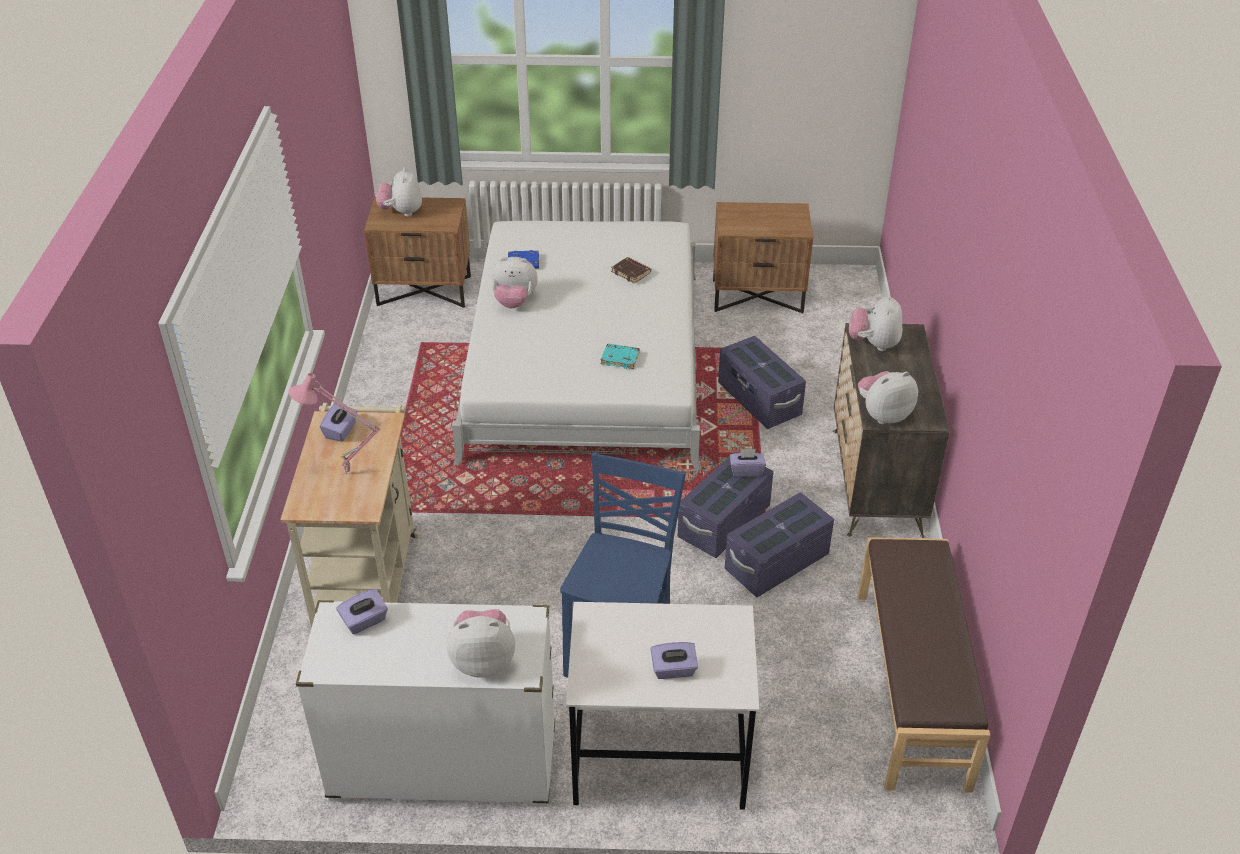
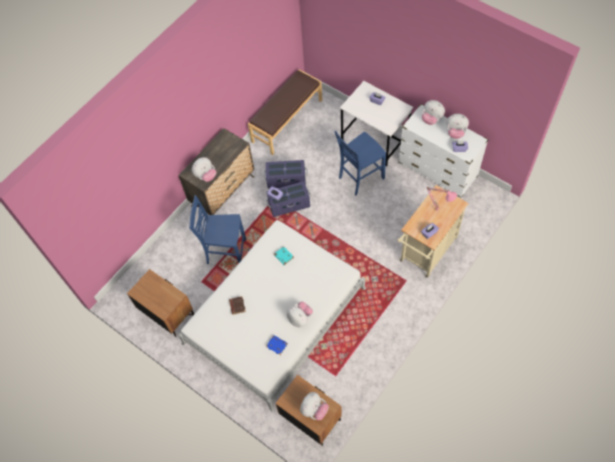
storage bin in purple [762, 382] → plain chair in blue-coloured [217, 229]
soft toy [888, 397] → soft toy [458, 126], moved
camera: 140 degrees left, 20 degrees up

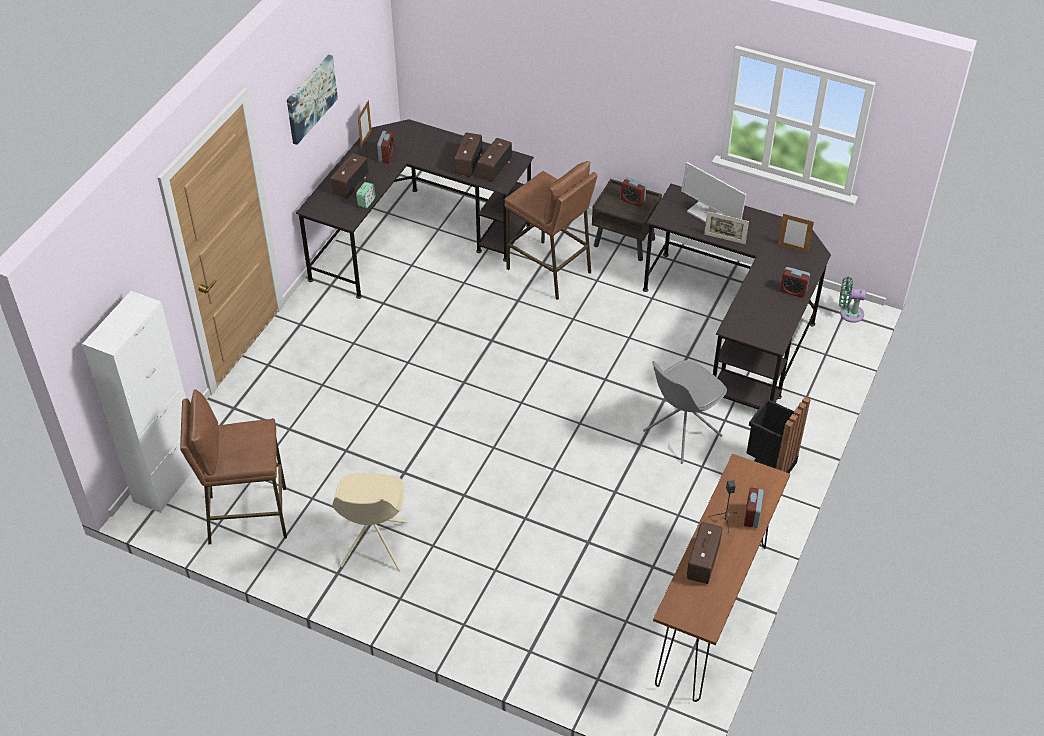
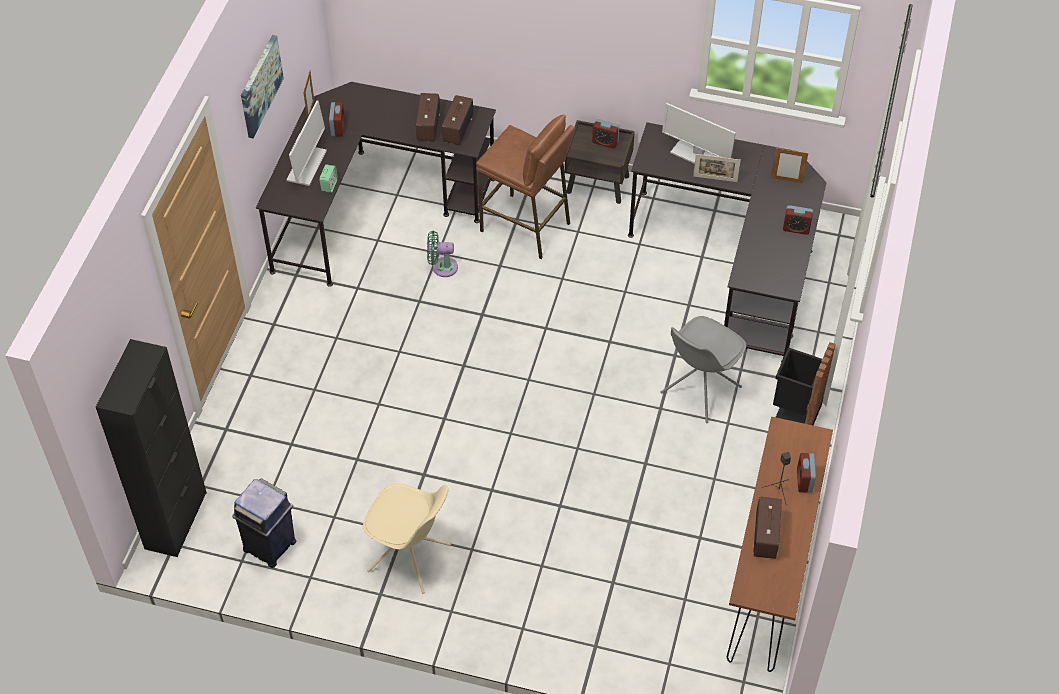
storage cabinet in whitish [137, 402] → storage cabinet in black-coloured [151, 448]
stool seat in brownish [233, 466] → waste bin in blue-coloured [264, 523]
radio receiver [350, 176] → computer screen [307, 143]
plain chair in beige-coloured [370, 522] → plain chair in beige-coloured [407, 538], 60 degrees counterclockwise
electric fan in green-coloured [853, 300] → electric fan in green-coloured [442, 254], moved
camera: 10 degrees left, 5 degrees up

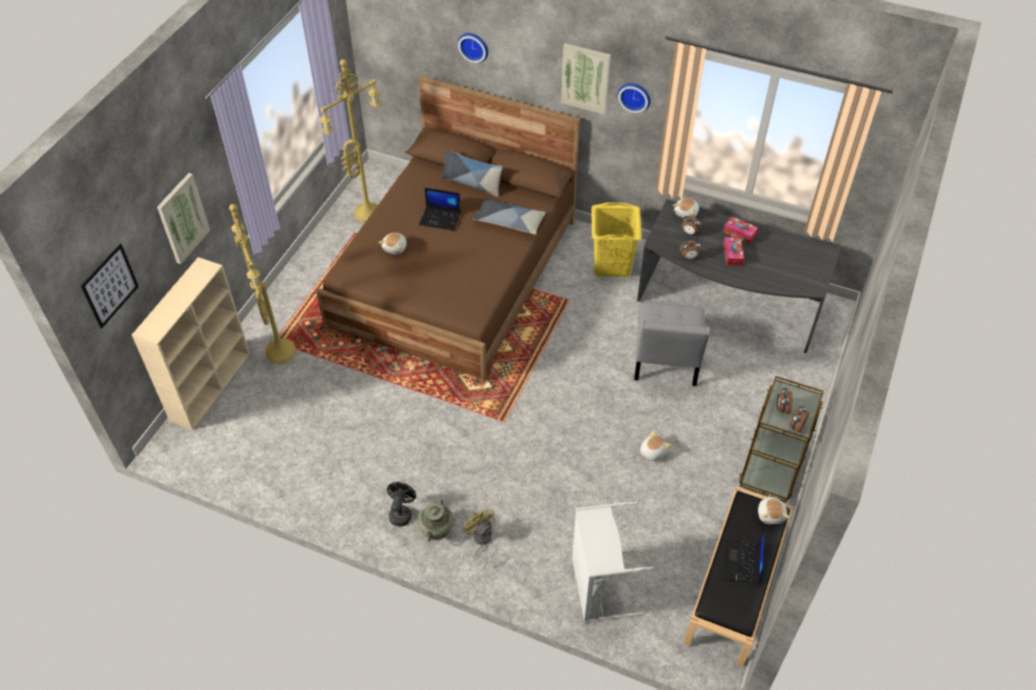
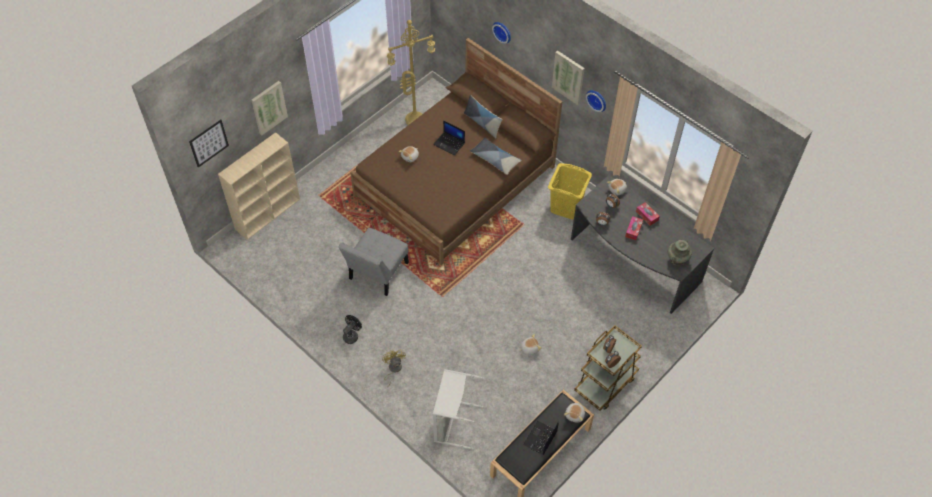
standing lamp in yellow-coloured [262, 284] → -
vase in turquoise-coloured [435, 521] → vase in turquoise-coloured [680, 253], moved
plain chair in gray [672, 344] → plain chair in gray [373, 262], moved
camera: 20 degrees right, 5 degrees up

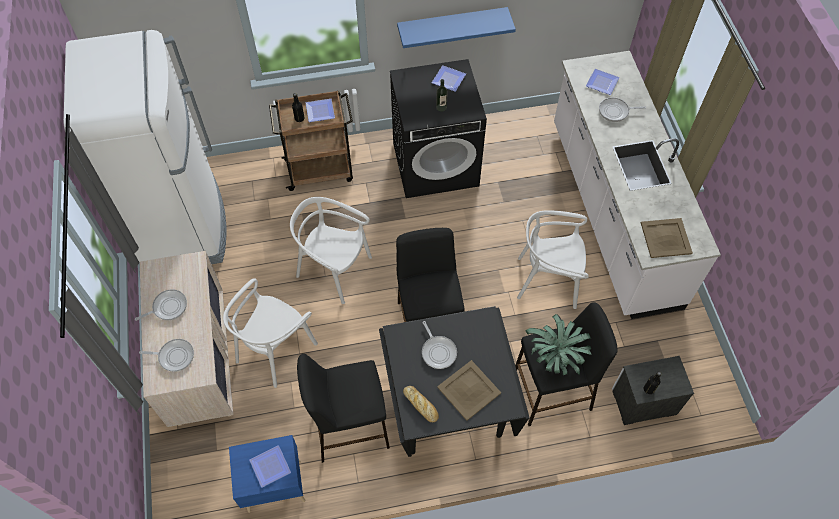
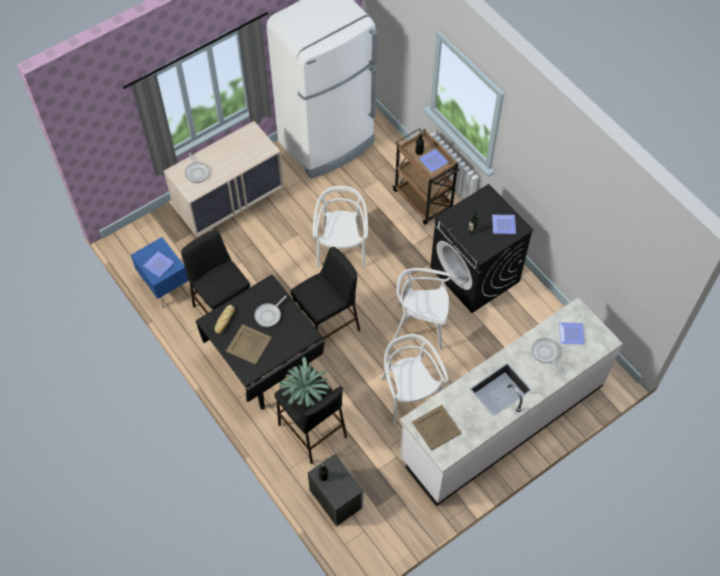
frying pan [161, 305] → -
plain chair in whitish [270, 333] → plain chair in whitish [422, 309], moved
shelf in blue-coloured [456, 27] → -
camera: 65 degrees right, 0 degrees up

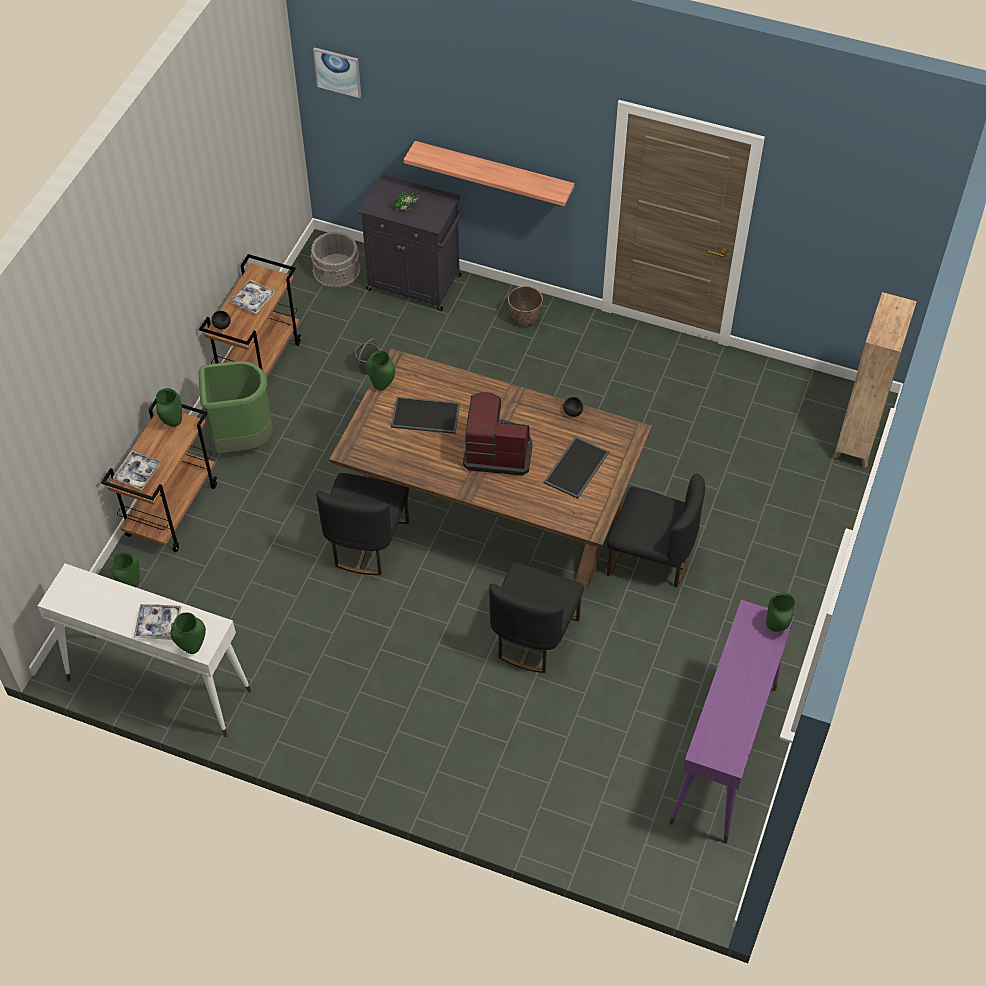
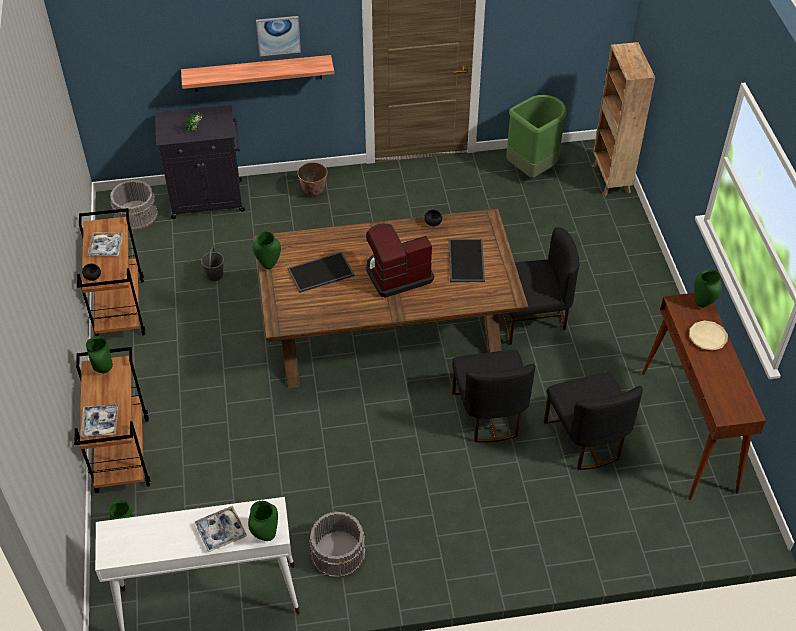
waste bin in green-coloured [235, 407] → waste bin in green-coloured [536, 136], moved
wall picture [337, 72] → wall picture [278, 36], moved
plain chair in black-coloured [362, 524] → plain chair in black-coloured [593, 421], moved
narrow table in purple [731, 722] → narrow table in brownish [704, 396]
- → water bucket in gray [337, 545]
- → flat dish in beige-coloured [708, 335]
camera: 30 degrees left, 5 degrees down

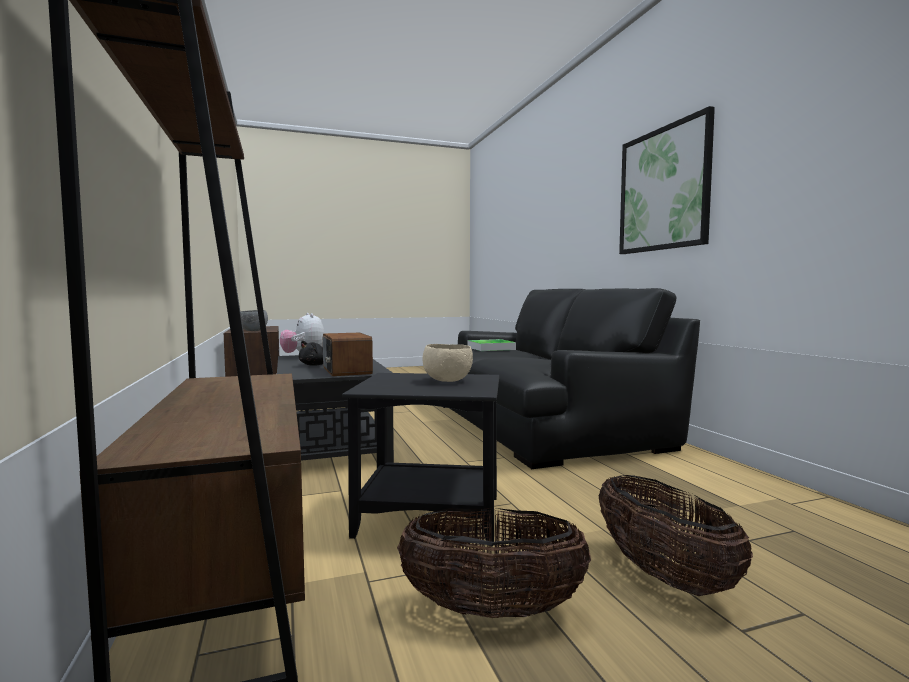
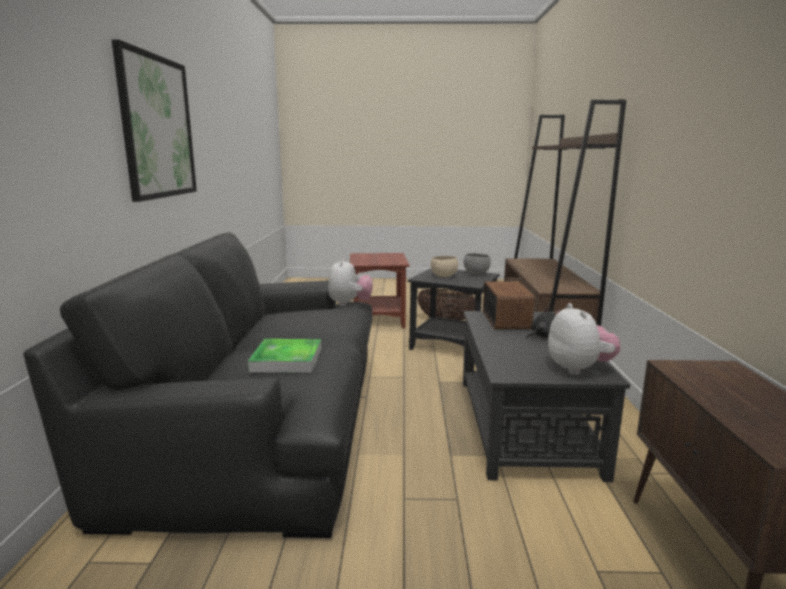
bowl in gray [254, 320] → bowl in gray [477, 263], moved
storage basket [675, 535] → side table in brownish [380, 290]
- → soft toy [350, 282]
camera: 160 degrees left, 10 degrees up

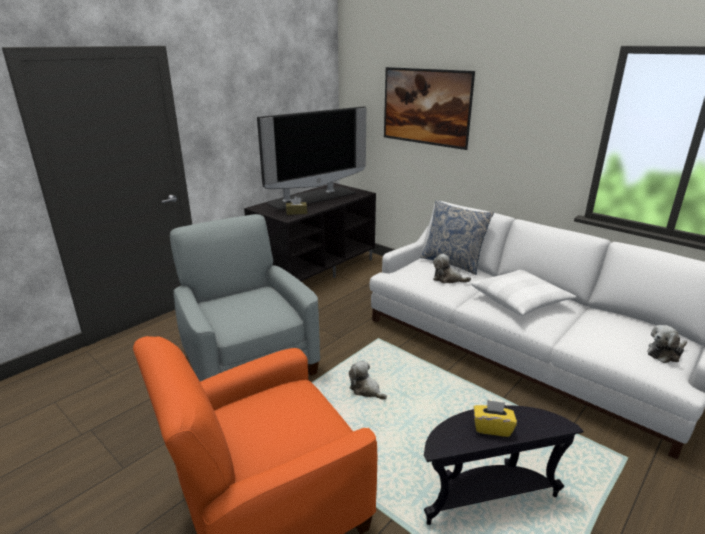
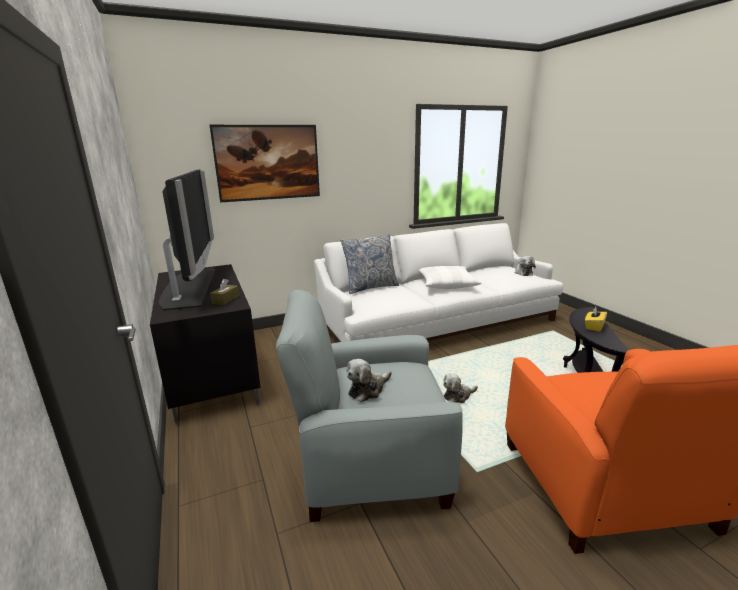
soft toy [452, 268] → soft toy [369, 380], moved
camera: 65 degrees left, 5 degrees down

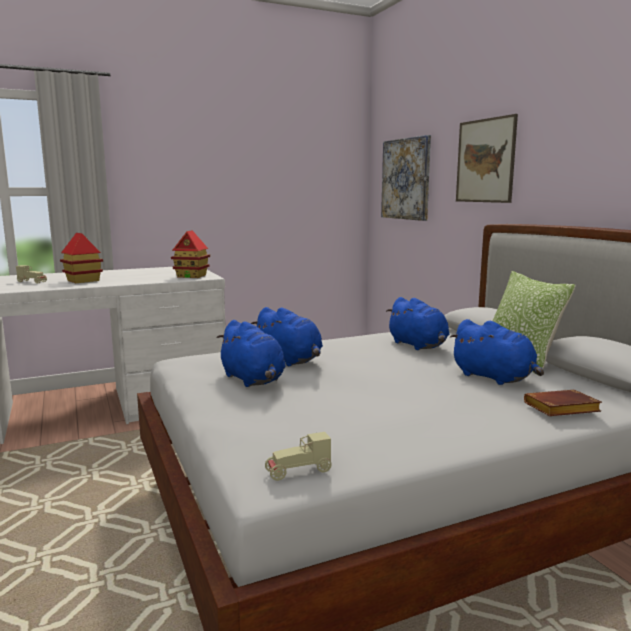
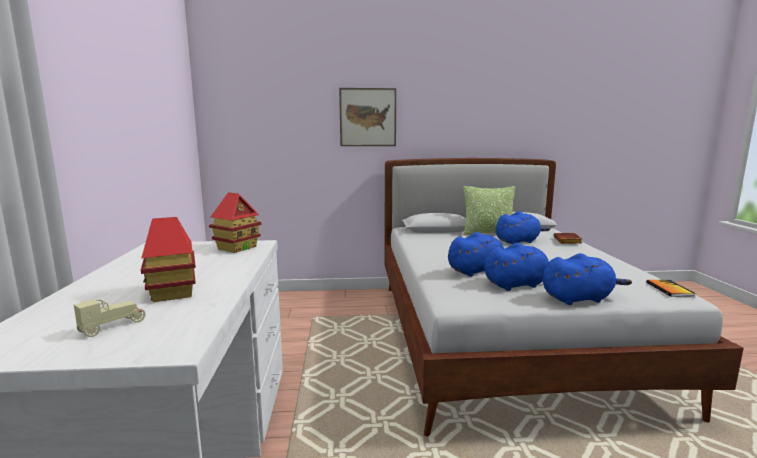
toy car in beige-coloured [298, 456] → bound book [671, 288]
wall picture [406, 178] → -
soft toy in blue-coloured [417, 323] → soft toy in blue-coloured [587, 279], moved
camera: 70 degrees left, 0 degrees up

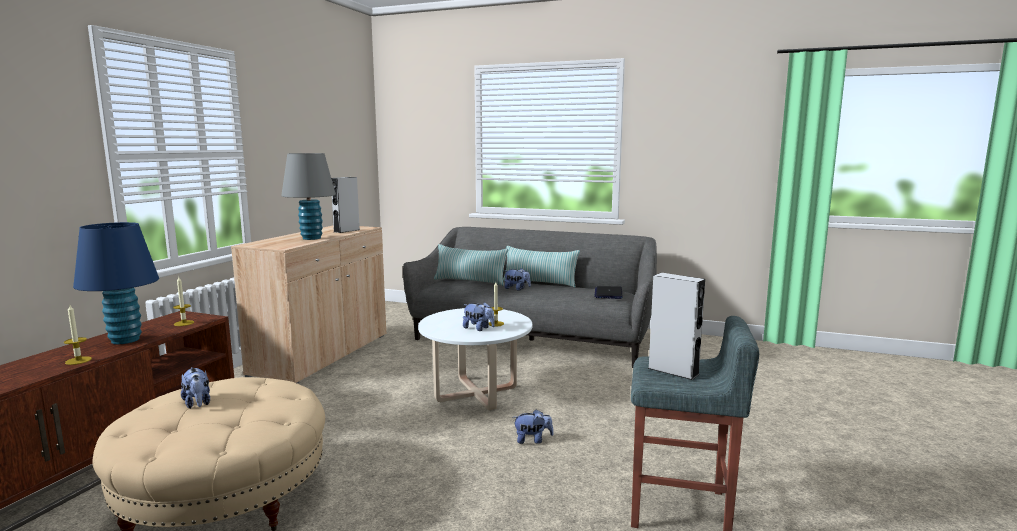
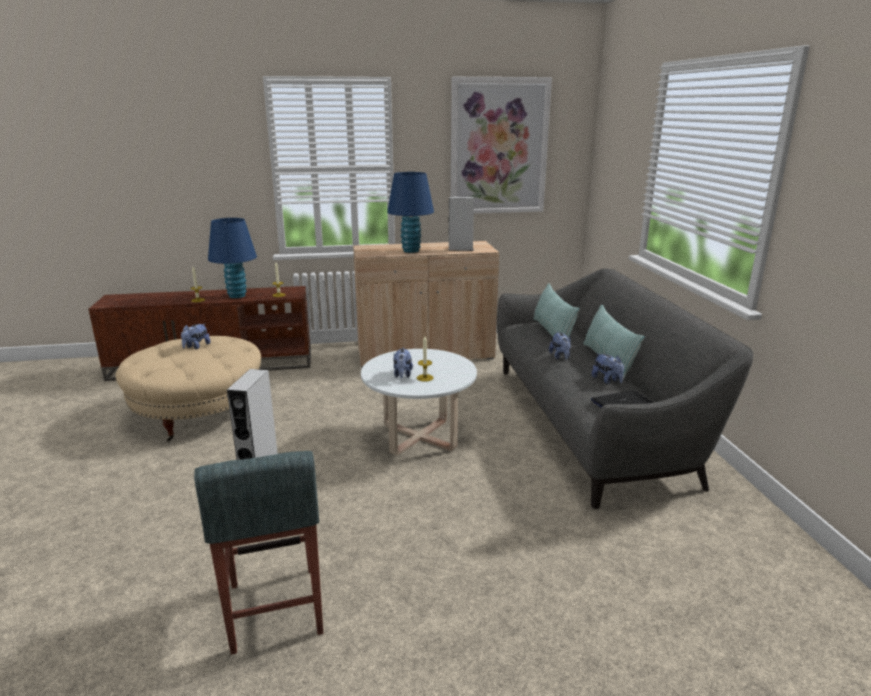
lamp for a table in gray [308, 196] → lamp for a table in blue-coloured [410, 212]
soft toy [533, 426] → soft toy [608, 368], moved
- → wall picture [501, 145]
camera: 60 degrees right, 10 degrees up

